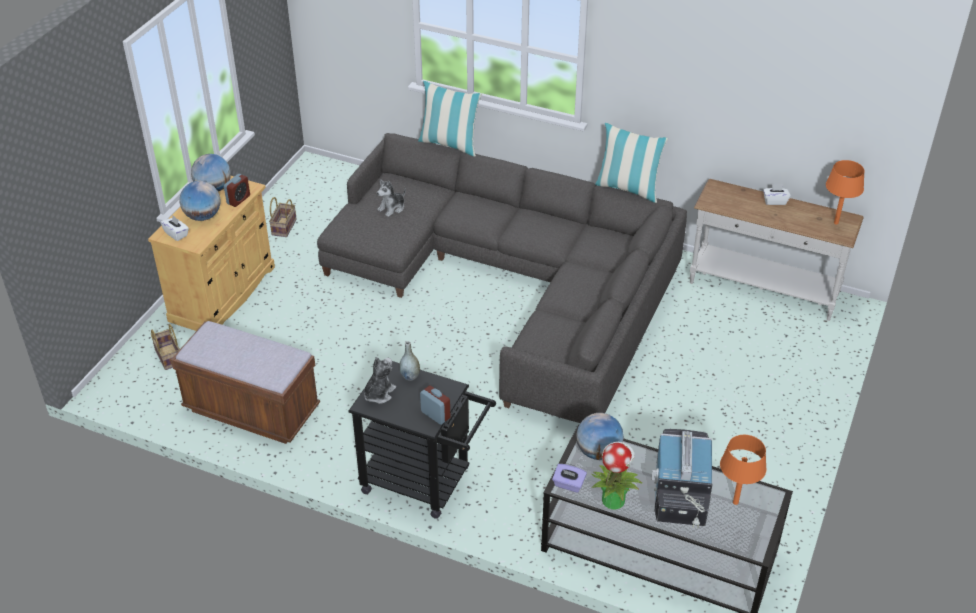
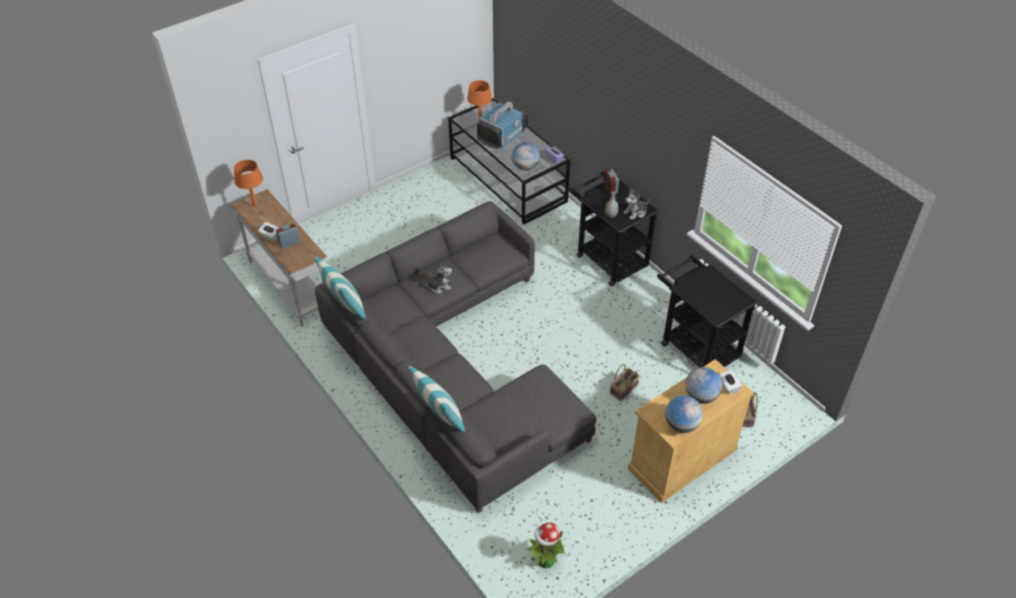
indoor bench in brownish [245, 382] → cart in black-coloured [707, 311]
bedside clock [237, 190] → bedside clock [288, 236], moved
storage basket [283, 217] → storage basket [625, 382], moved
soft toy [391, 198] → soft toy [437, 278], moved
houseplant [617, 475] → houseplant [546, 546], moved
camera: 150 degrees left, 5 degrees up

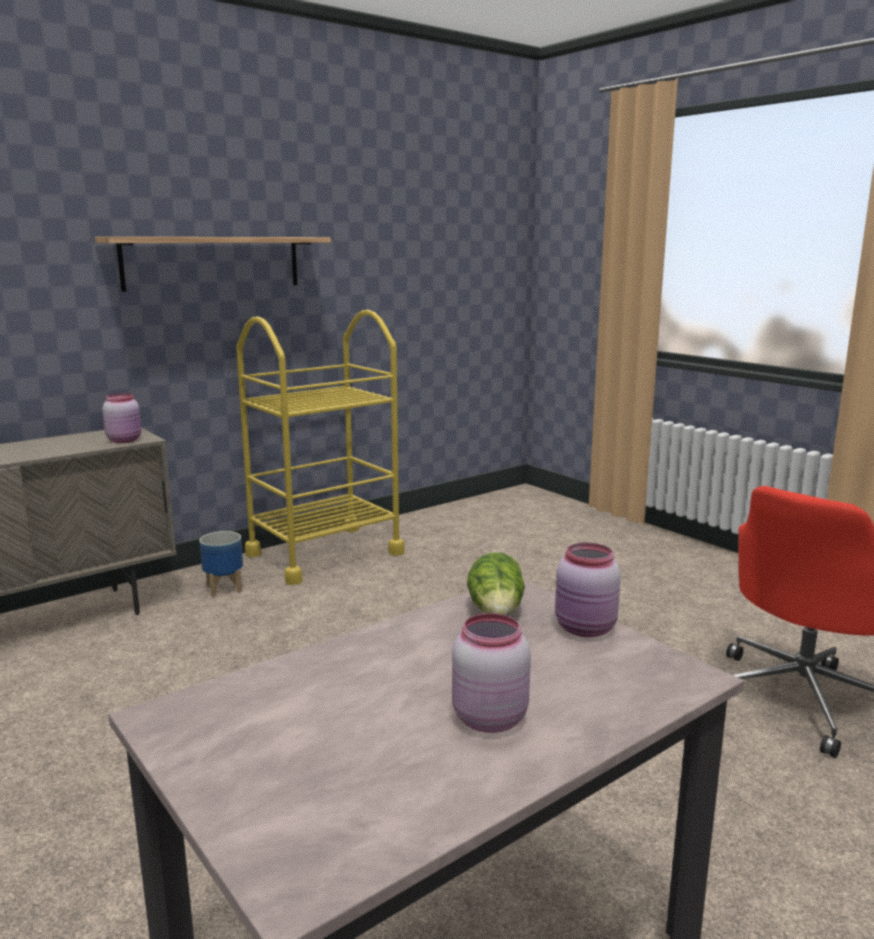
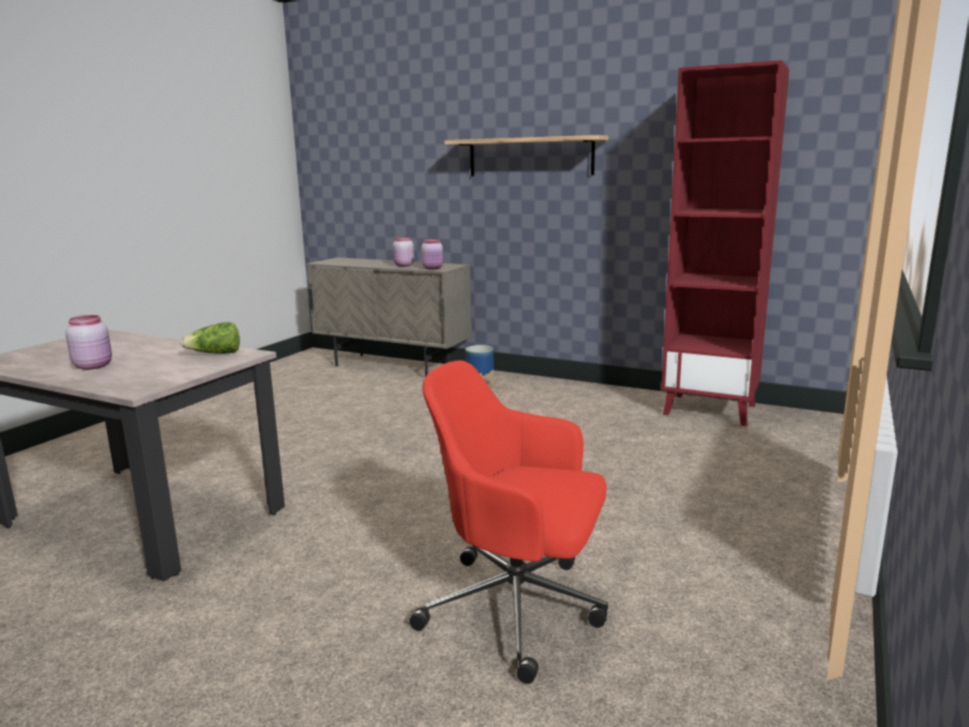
cart in yellow-coloured [320, 447] → -
jar in pinkish [588, 590] → jar in pinkish [403, 251], moved
- → bookcase in red-coloured [725, 243]
camera: 65 degrees right, 0 degrees up

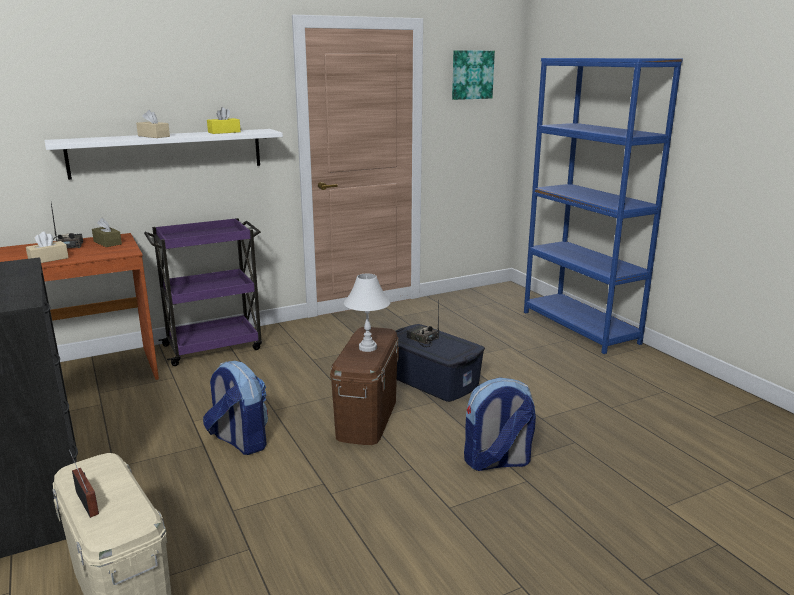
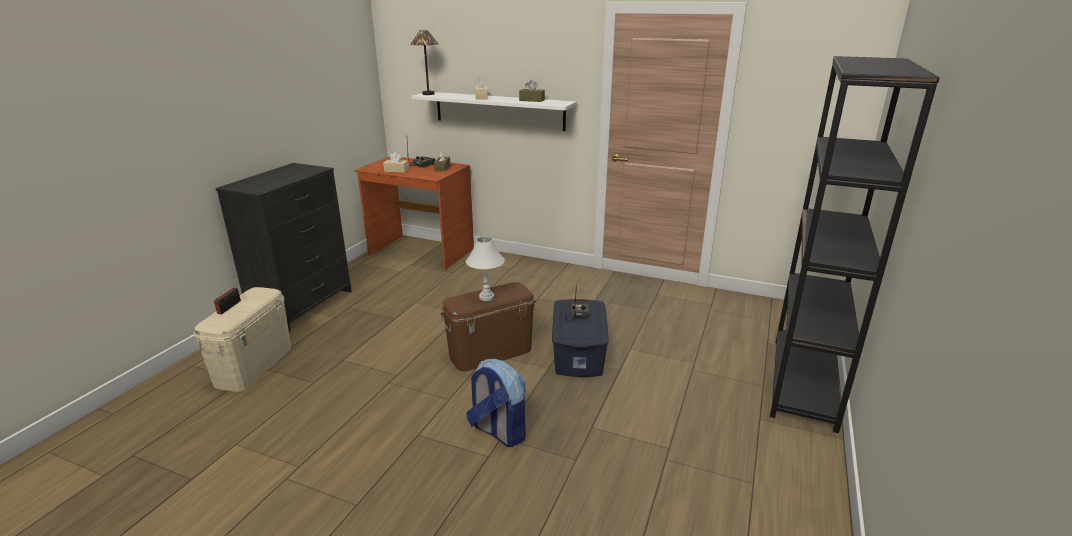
cart in purple [203, 292] → -
rucksack [235, 408] → -
tissue holder in yellow-coloured [224, 120] → tissue holder in brownish [532, 91]
wall picture [473, 75] → -
bookcase in blue-coloured [603, 206] → bookcase in black-coloured [855, 244]
- → lamp for a table [424, 62]
camera: 50 degrees right, 5 degrees up

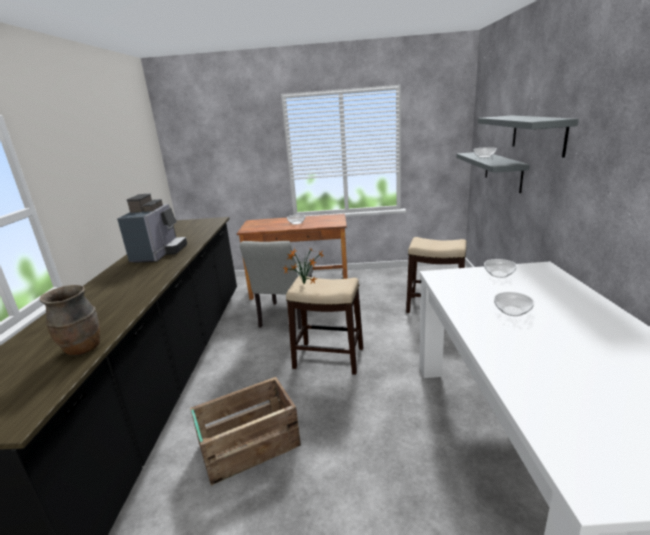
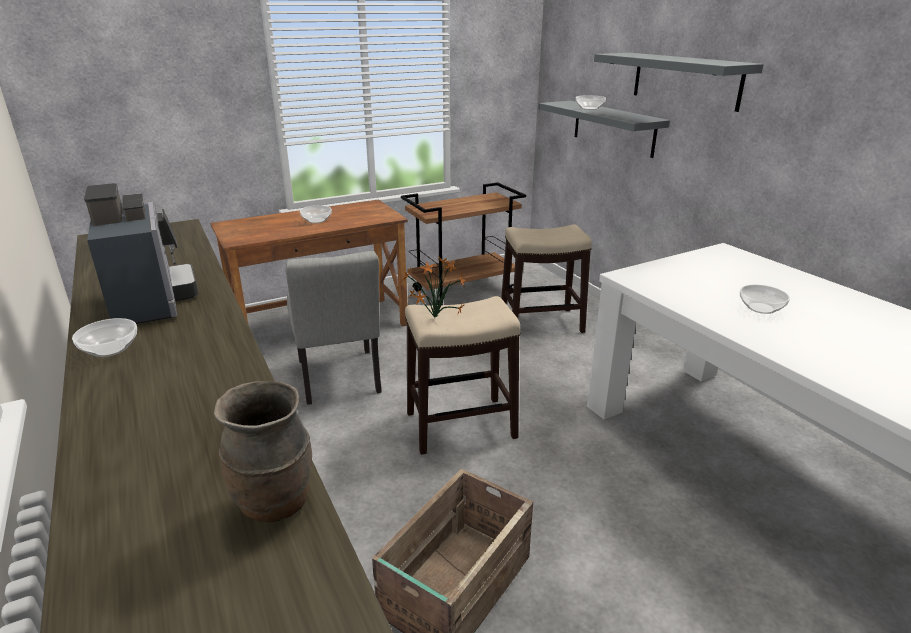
bowl [500, 268] → bowl [104, 337], moved
- → cart in brownish [463, 243]
camera: 30 degrees left, 5 degrees up

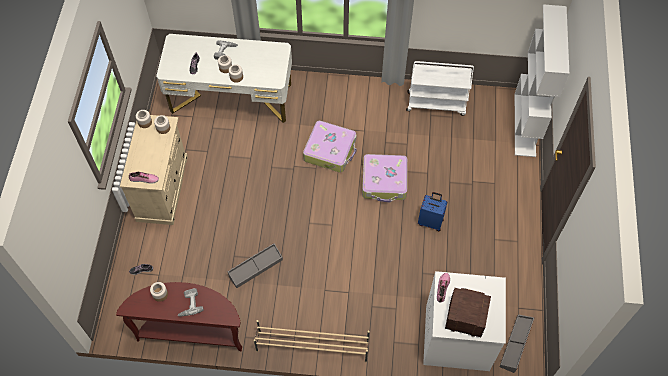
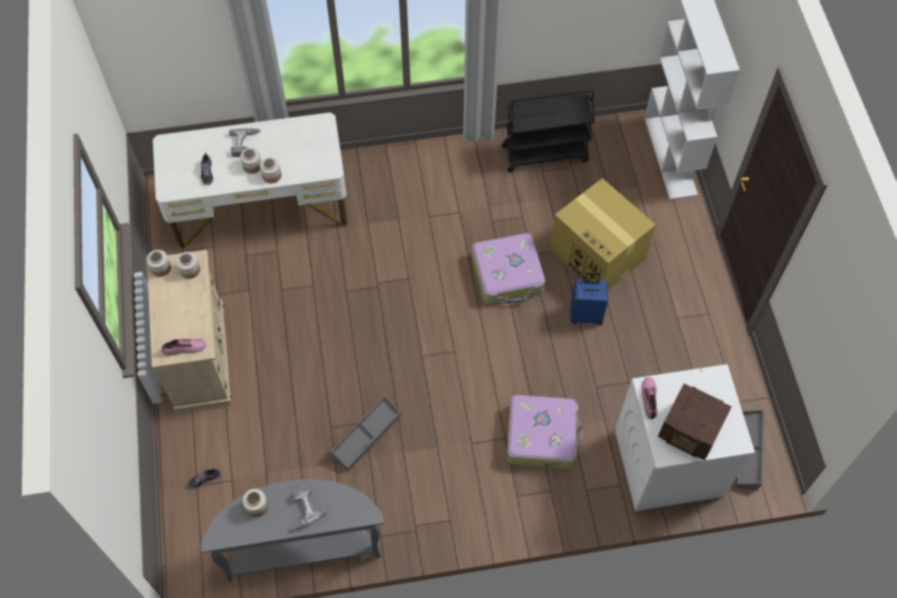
narrow table in brownish [179, 316] → narrow table in gray [292, 530]
shoe rack in beige-coloured [312, 341] → -
suitcase [330, 147] → suitcase [545, 432], moved
cart in whitish [440, 88] → cart in black-coloured [548, 131]
radio receiver [468, 312] → radio receiver [694, 422], 150 degrees counterclockwise
- → packing box [603, 234]
camera: 15 degrees left, 0 degrees up

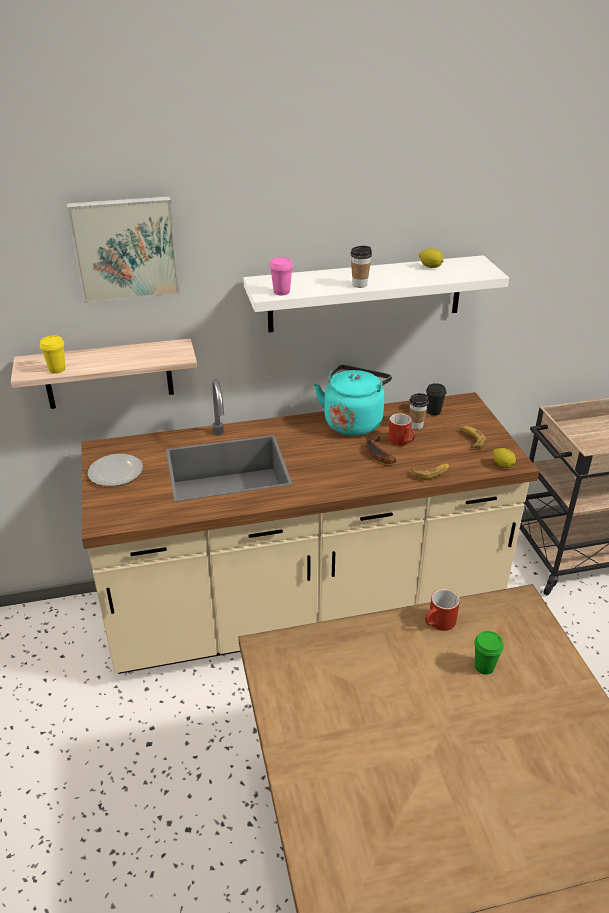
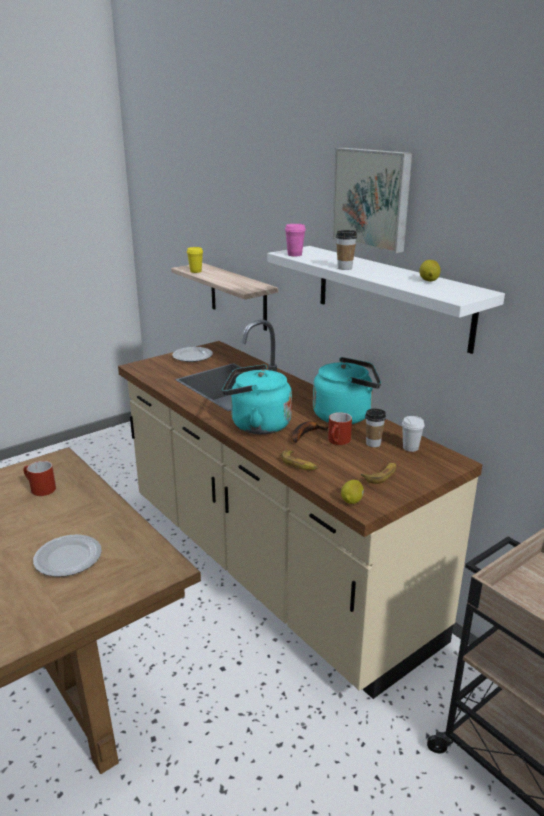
wall picture [123, 249] → wall picture [372, 200], moved
coffee mug in red-coloured [442, 610] → coffee mug in red-coloured [39, 478], moved
drinking cup in black-coloured [436, 399] → drinking cup in whitish [413, 434]
drinking cup in green-coloured [489, 653] → flat dish [67, 556]
- → kettle in turquoise-coloured [257, 399]
camera: 65 degrees right, 10 degrees down

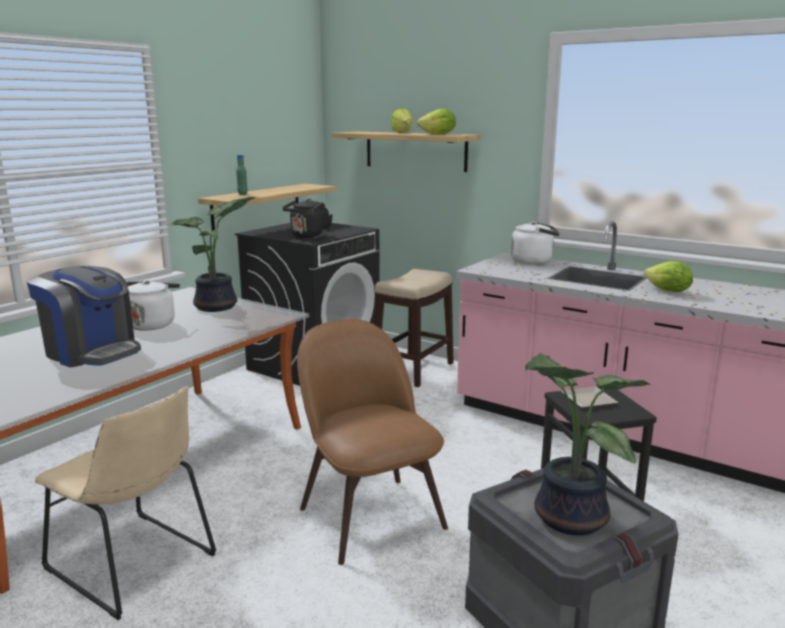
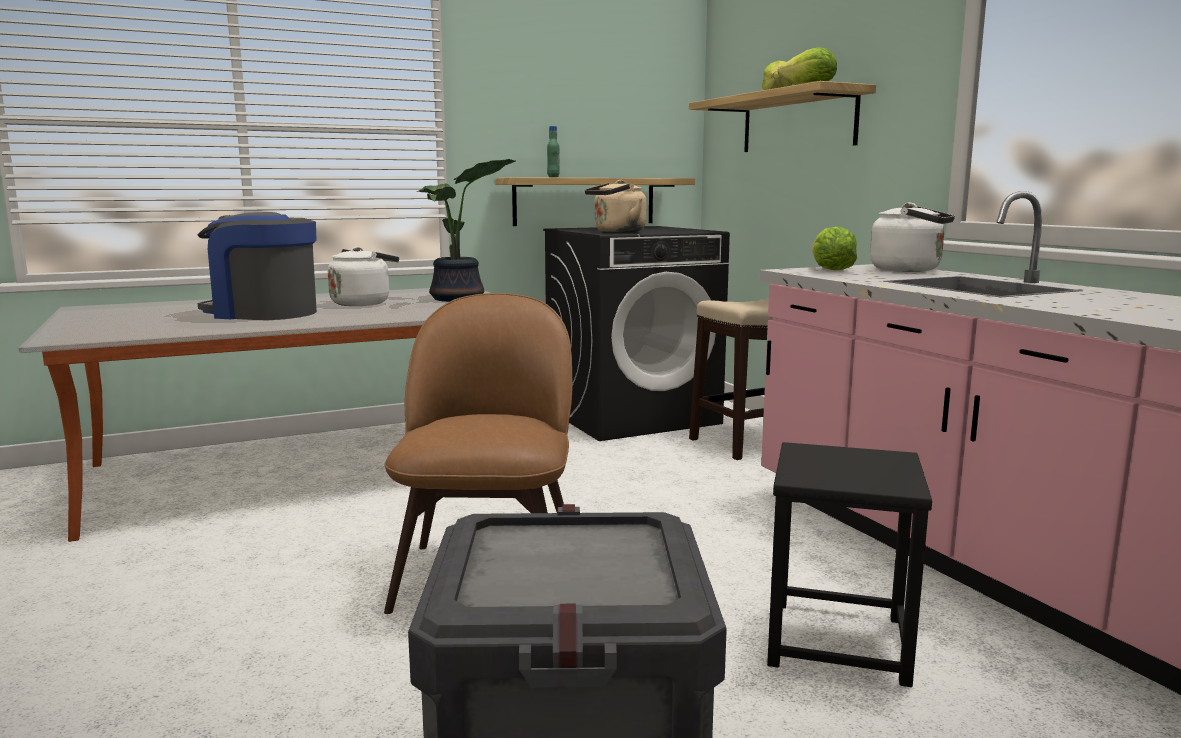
coffee brewer [84, 317] → coffee brewer [257, 266], 135 degrees clockwise
plain chair in beige-coloured [125, 503] → -
kettle in black-coloured [307, 219] → kettle in beige-coloured [615, 206]
houseplant [588, 444] → -
flat dish [590, 397] → -
lettuce [668, 276] → lettuce [834, 248], moved
camera: 30 degrees right, 5 degrees down

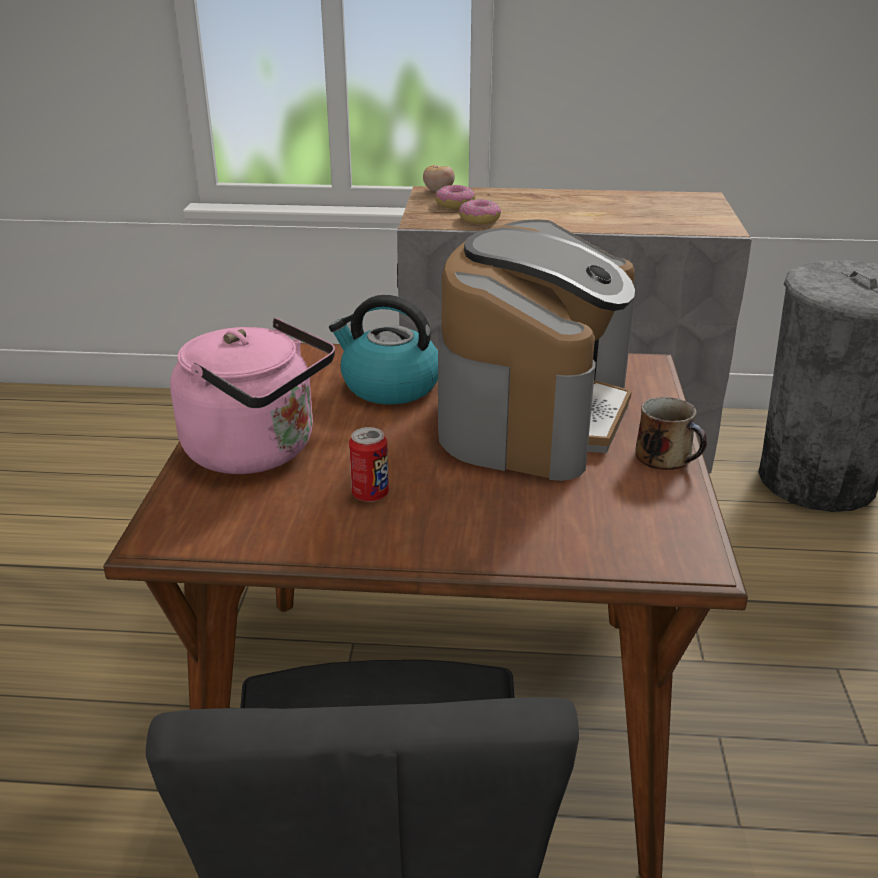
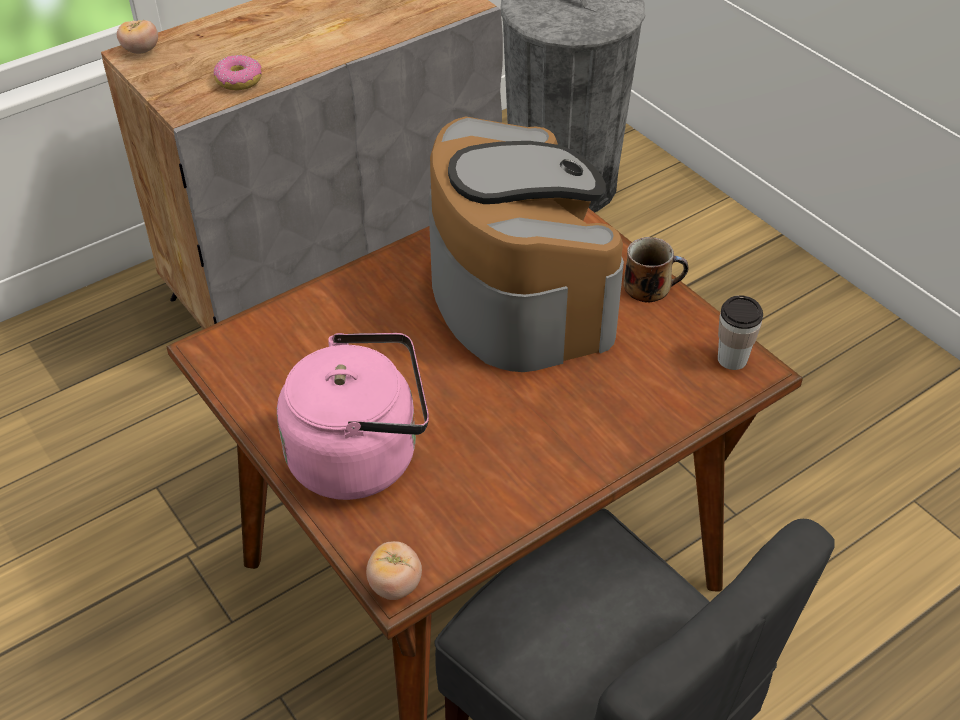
kettle [383, 349] → -
sealed can [369, 464] → -
donut [455, 196] → -
- → whole tomato [394, 570]
- → drinking cup [740, 332]
camera: 40 degrees left, 15 degrees up

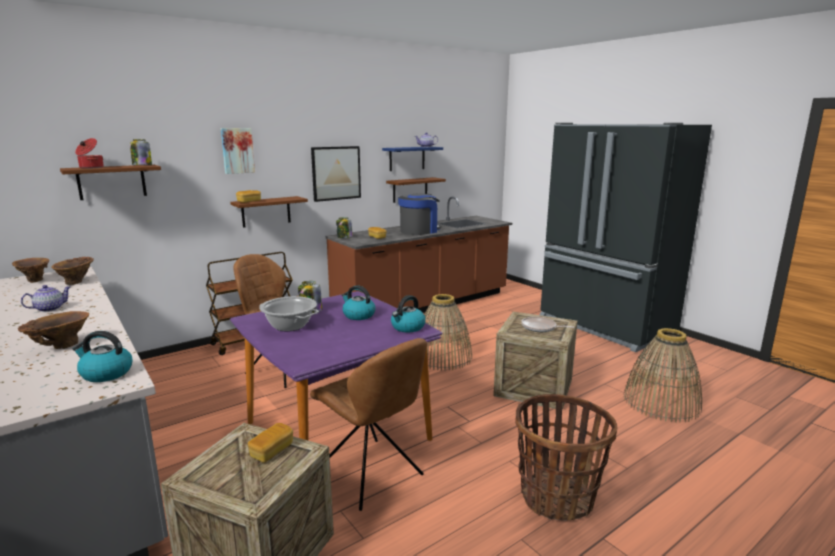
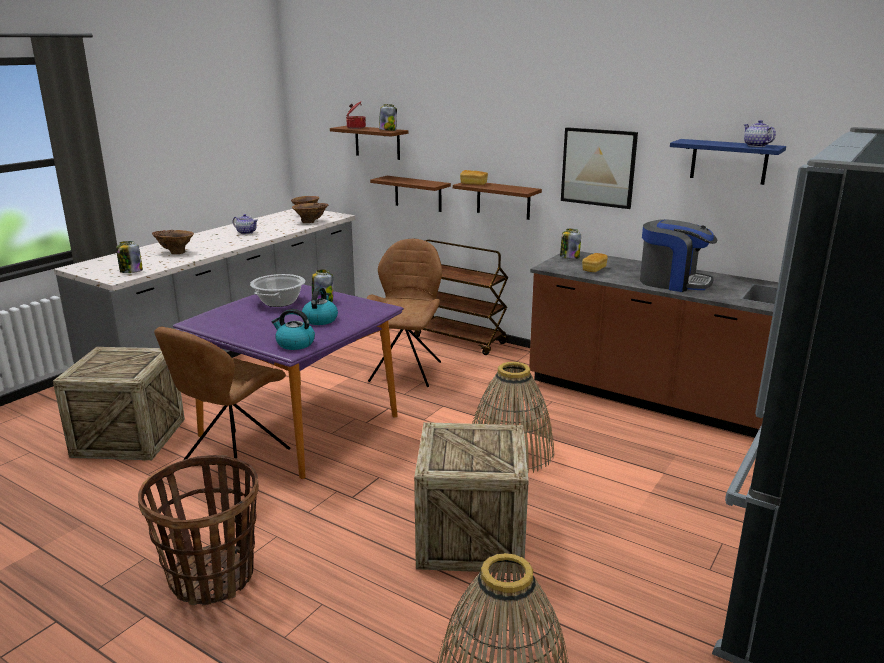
kettle [102, 356] → jar [129, 257]
wall picture [238, 151] → -
baked bread [270, 443] → -
shelf in brownish [416, 190] → shelf in brownish [410, 194], moved
frying pan [547, 324] → -
camera: 70 degrees right, 5 degrees up

